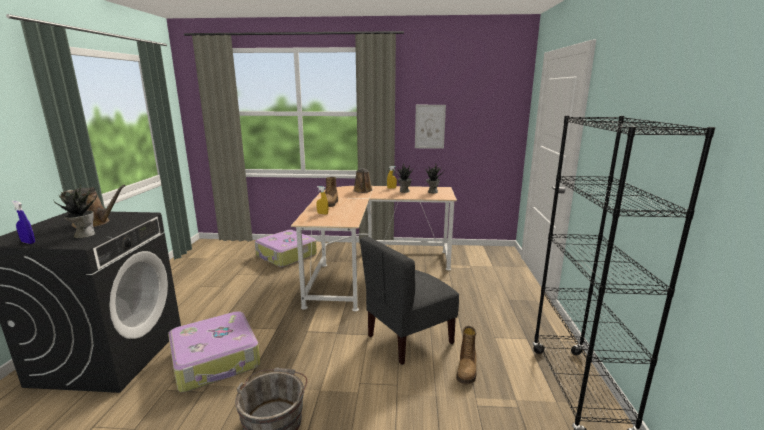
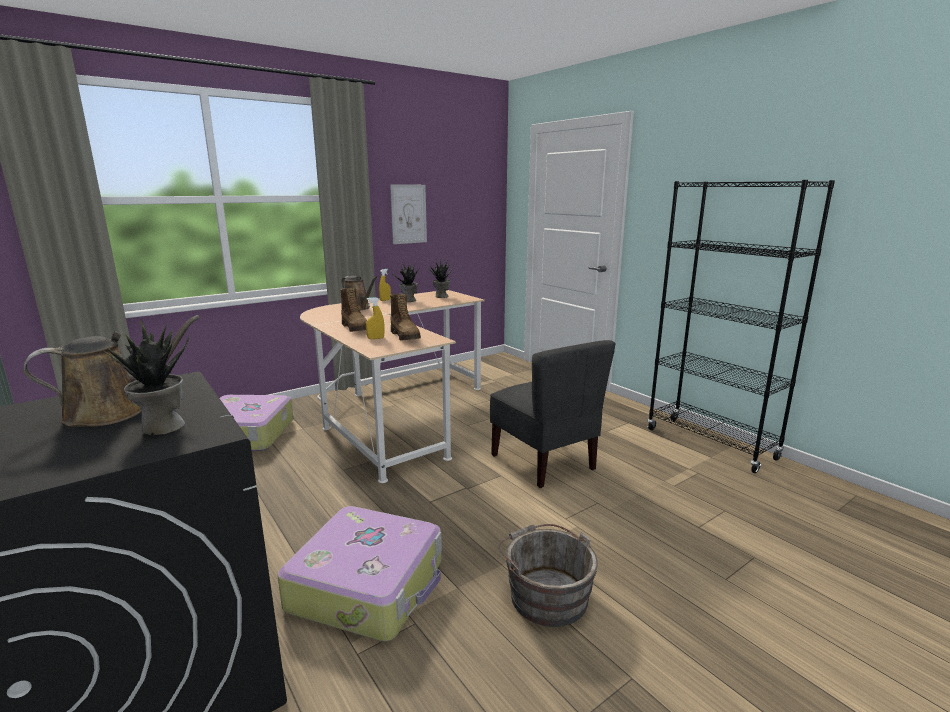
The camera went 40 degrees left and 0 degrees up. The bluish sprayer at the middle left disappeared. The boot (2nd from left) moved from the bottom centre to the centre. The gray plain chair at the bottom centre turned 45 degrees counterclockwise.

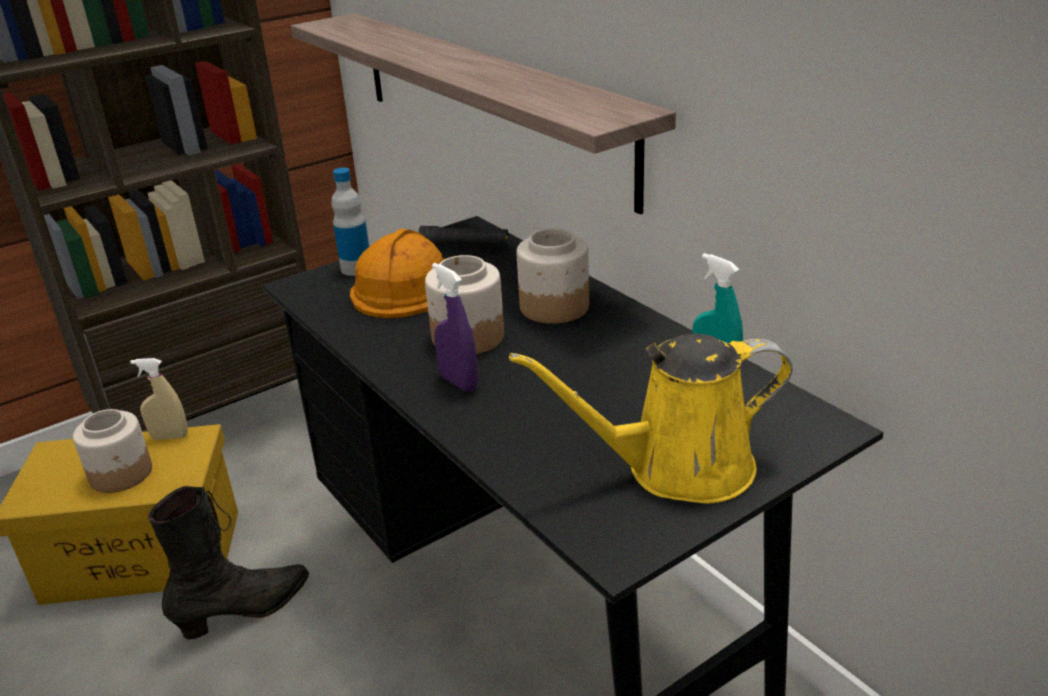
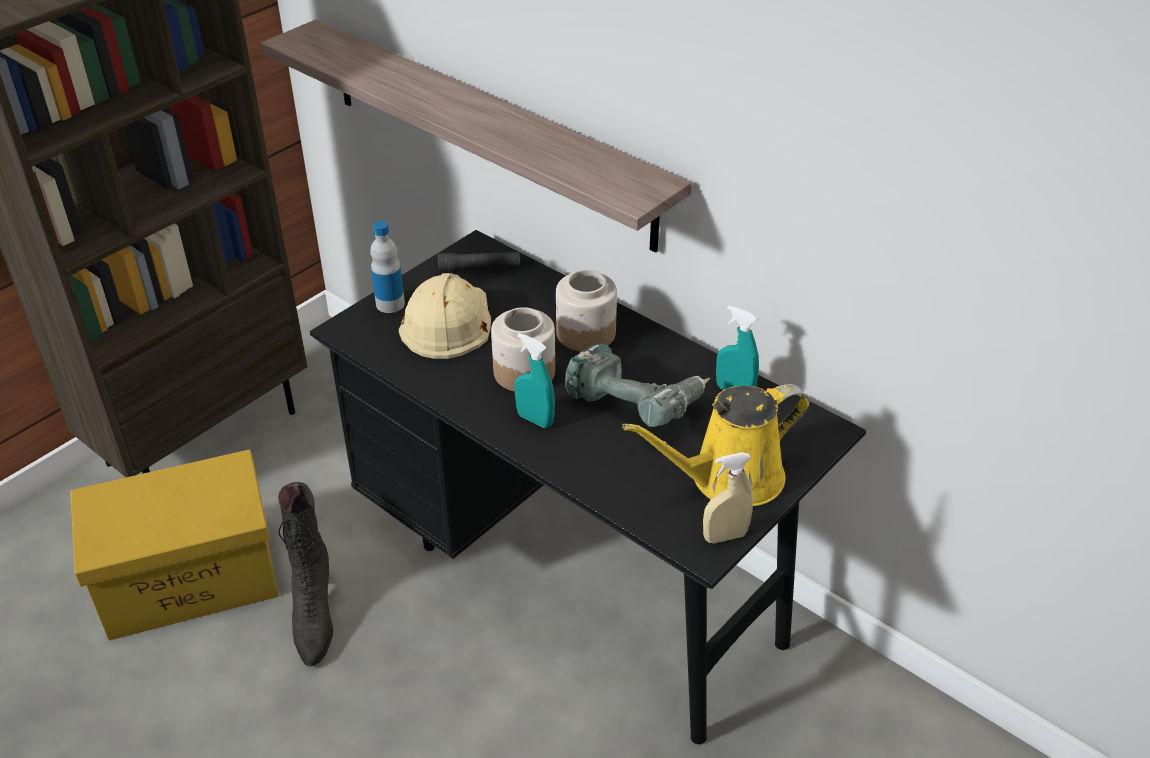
The camera went 15 degrees left and 10 degrees up. The preserve jar (1st from left) at the middle left disappeared. The drill at the centre appeared. The beige sprayer moved from the middle left to the centre. The orangey work helmet at the centre became the beige work helmet at the centre. The purple-coloured sprayer at the centre became the turquoise sprayer (1st from left) at the centre. The black boot at the bottom left turned 135 degrees clockwise.

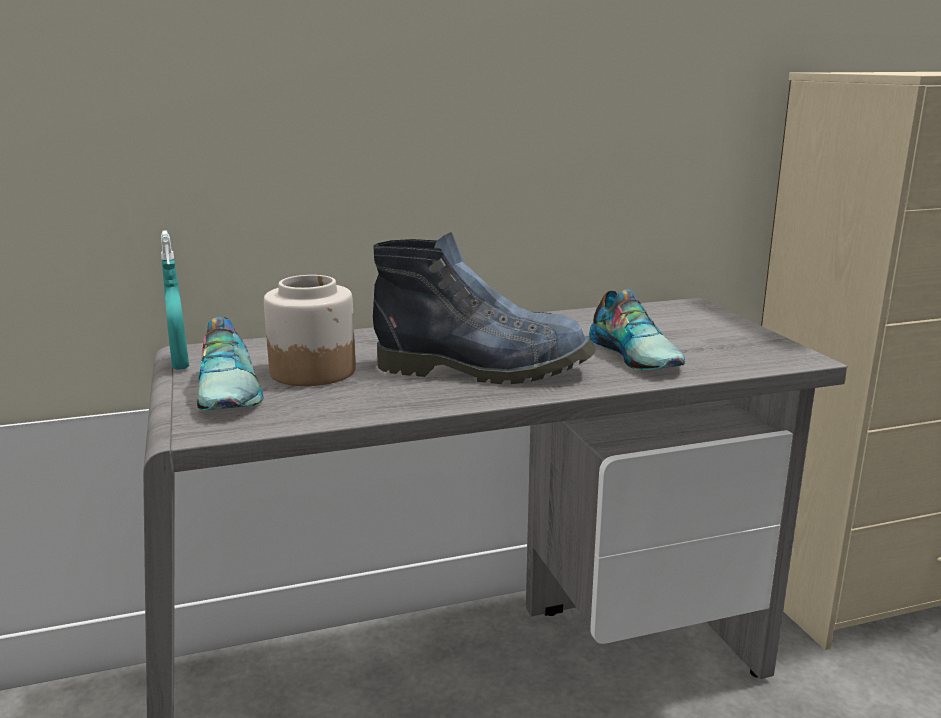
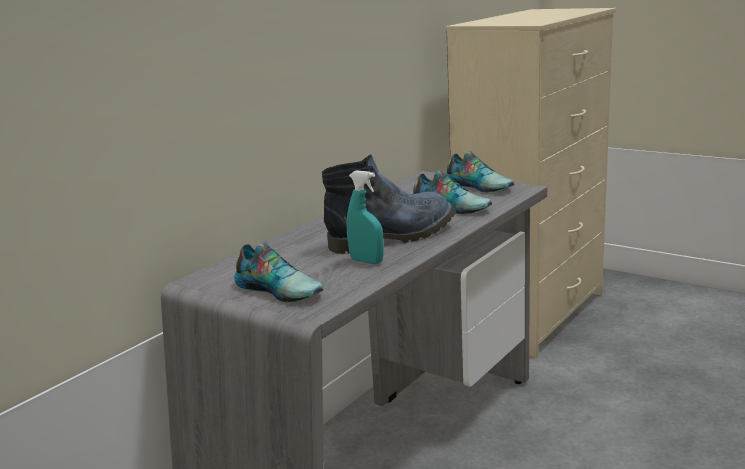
The camera went 35 degrees left and 0 degrees up. The preserve jar at the middle left disappeared. The shoe (3rd from left) at the centre appeared. The turquoise sprayer moved from the middle left to the centre.

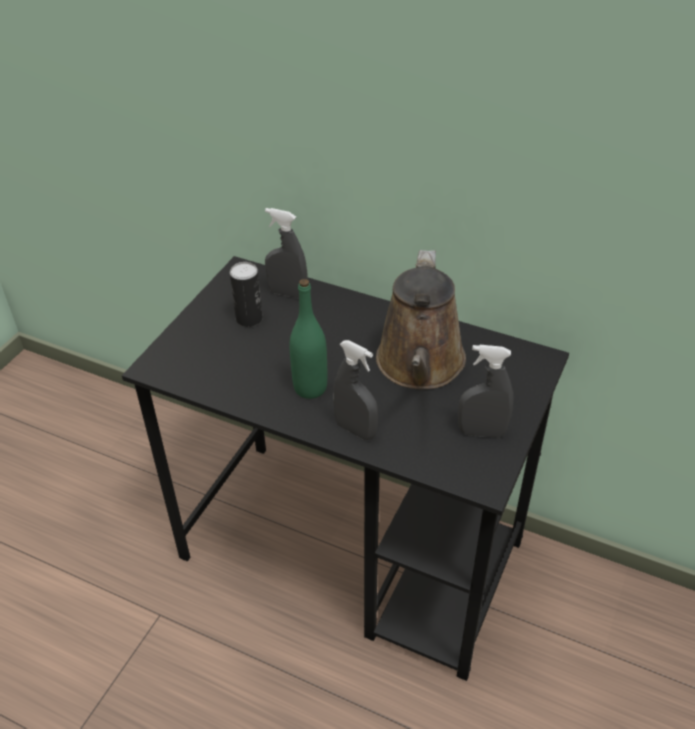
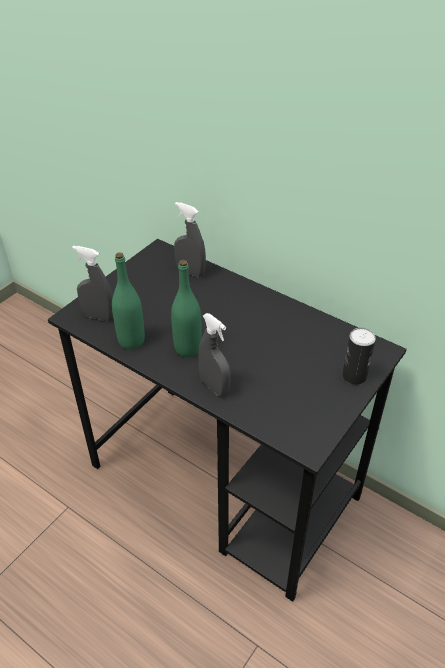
The camera went 10 degrees right and 0 degrees up. The brownish watering pot at the centre disappeared. The green drink bottle (1st from left) at the middle left appeared. The sealed can moved from the centre to the middle right. The gray sprayer (3rd from left in the first image) moved from the middle right to the middle left.

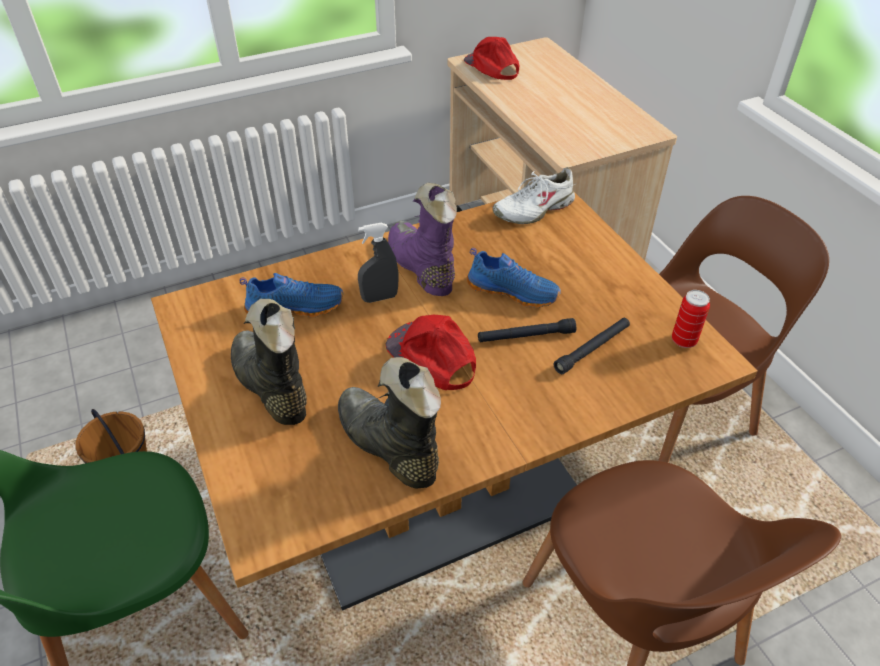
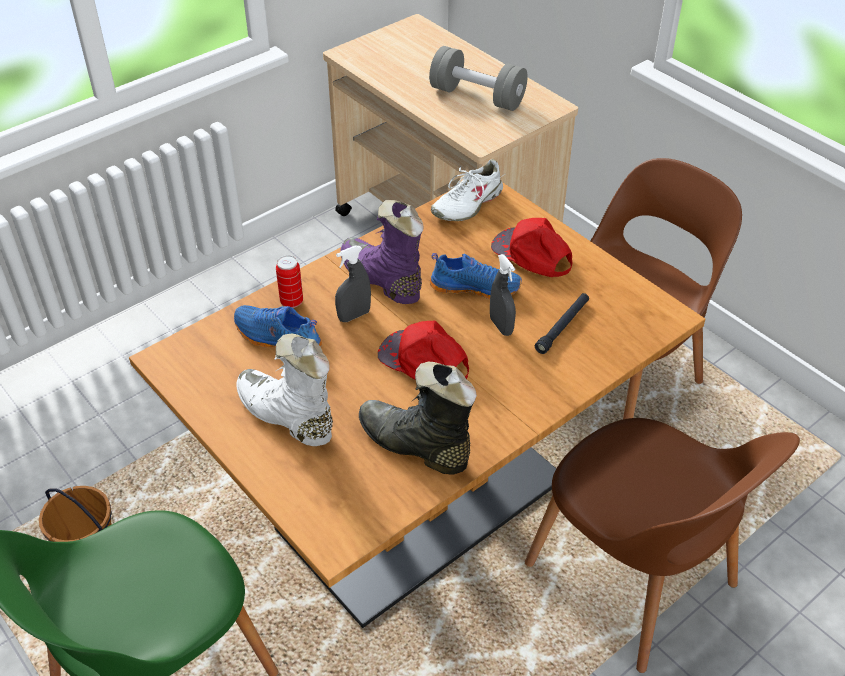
The camera went 15 degrees left and 0 degrees up. The gray dumbbell at the top centre appeared. The red-coloured baseball cap (2nd from left) moved from the top centre to the centre. The sealed can moved from the middle right to the centre. The black flashlight (1st from left) at the centre was replaced by the gray sprayer (2nd from left) at the centre. The black boot (1st from left) at the middle left became the white boot at the centre. The bluish shoe (1st from left) at the middle left turned 135 degrees counterclockwise.

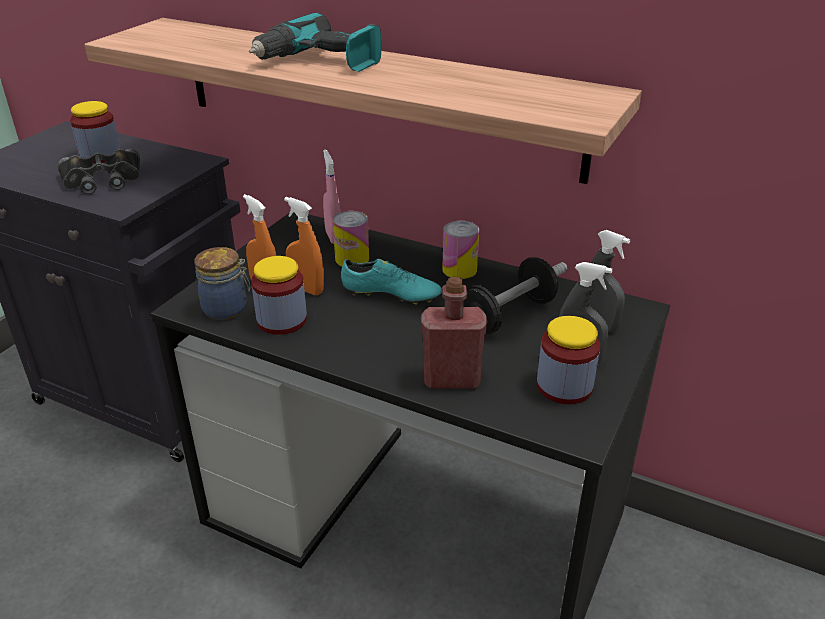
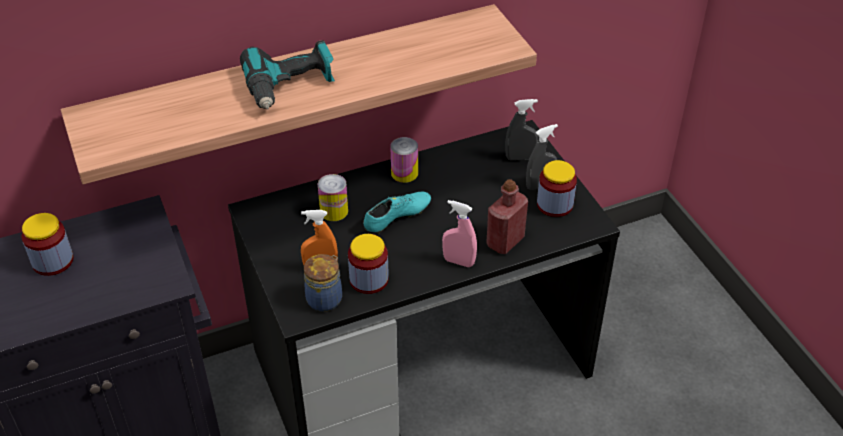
The camera went 50 degrees left and 10 degrees up. The black field glasses at the top left disappeared. The orangey sprayer (2nd from left) at the centre disappeared. The dumbbell at the centre disappeared. The pink sprayer moved from the top centre to the centre.

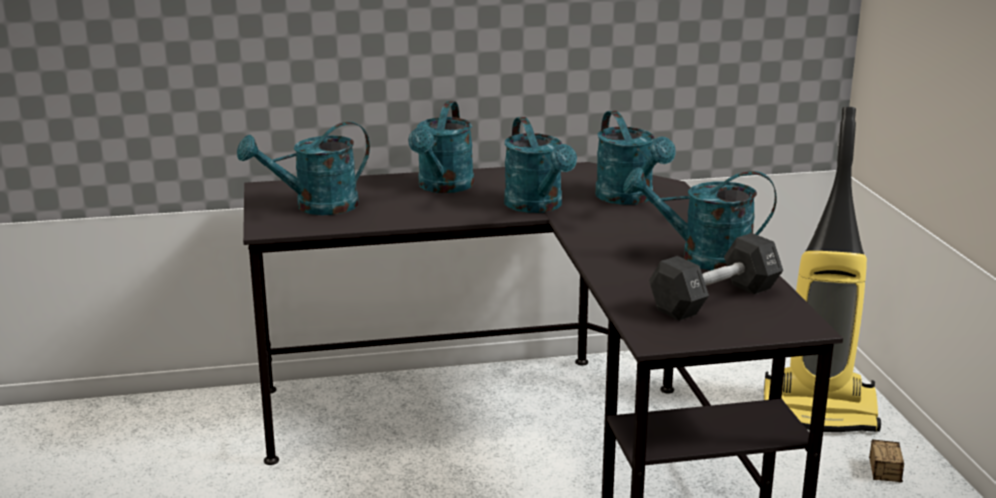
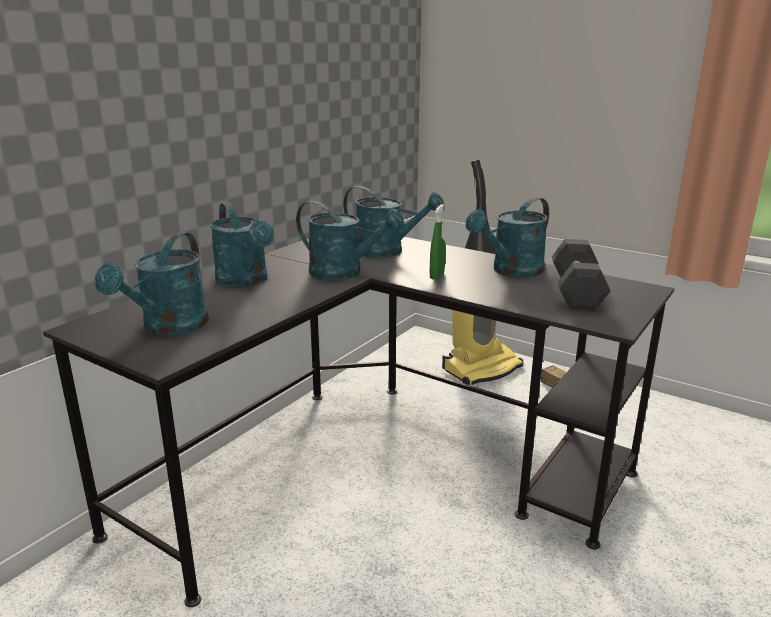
The camera went 45 degrees left and 0 degrees up. The green sprayer at the centre appeared.

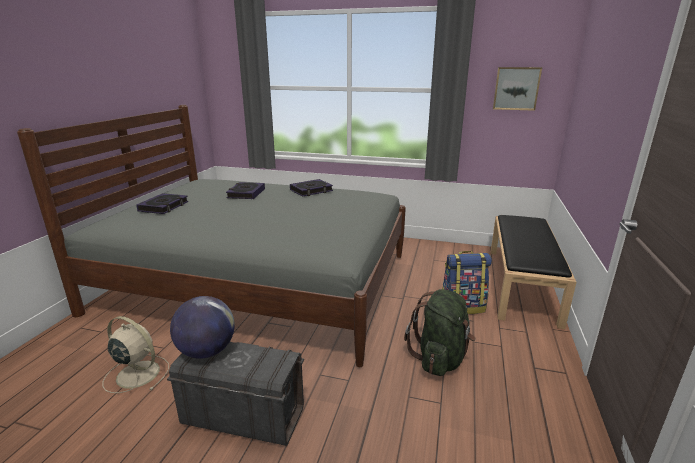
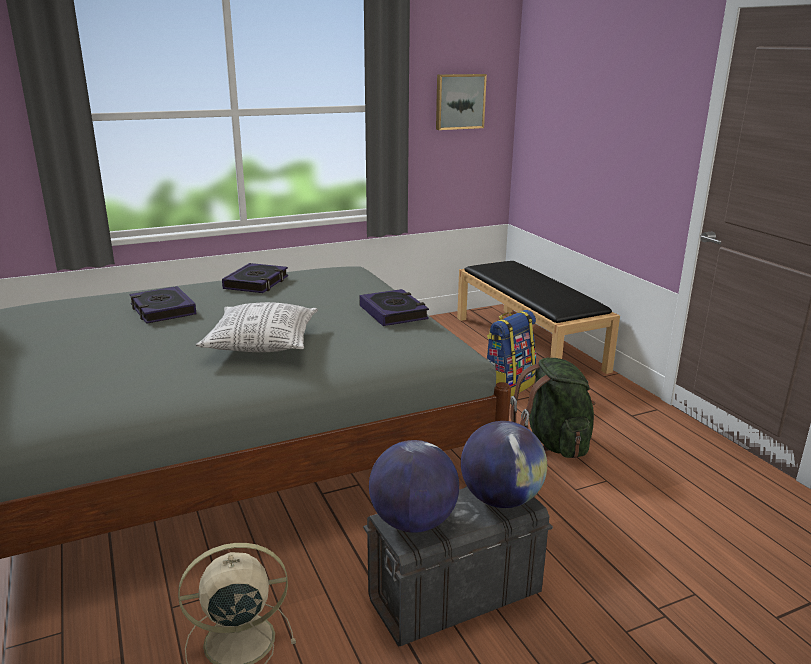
The camera went 40 degrees left and 0 degrees up. The pillow at the middle left appeared. The desk globe (2nd from left) at the bottom centre appeared. The bound book (1st from left in the first image) moved from the middle left to the centre.

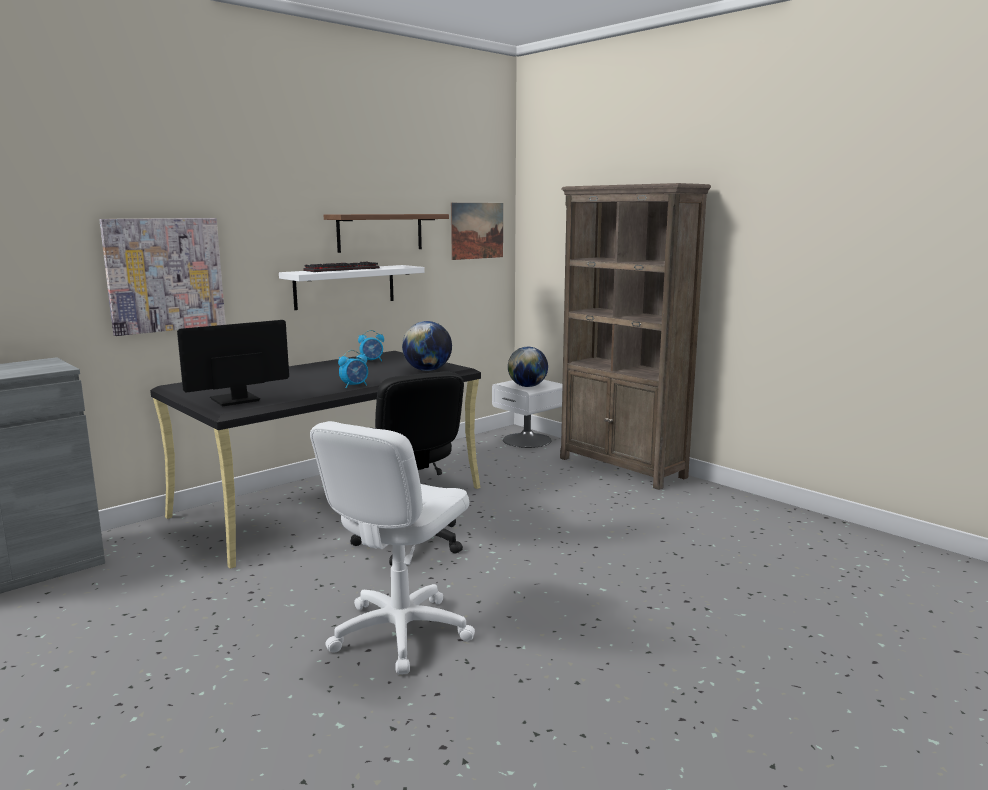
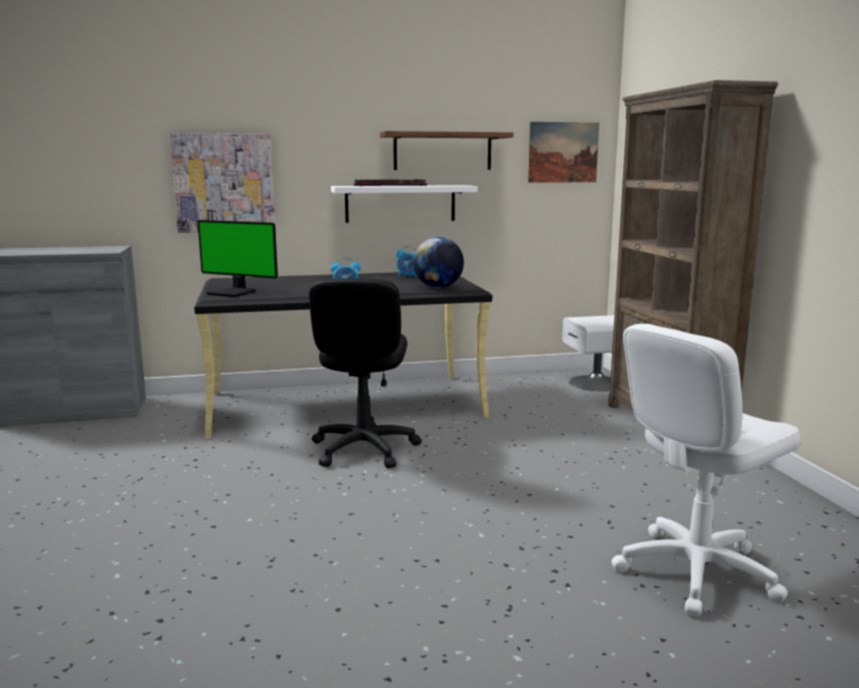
The camera went 30 degrees right and 0 degrees up. The desk globe (2nd from left) at the centre disappeared. The white computer chair moved from the bottom centre to the bottom right. The monitor at the middle left turned 150 degrees counterclockwise.

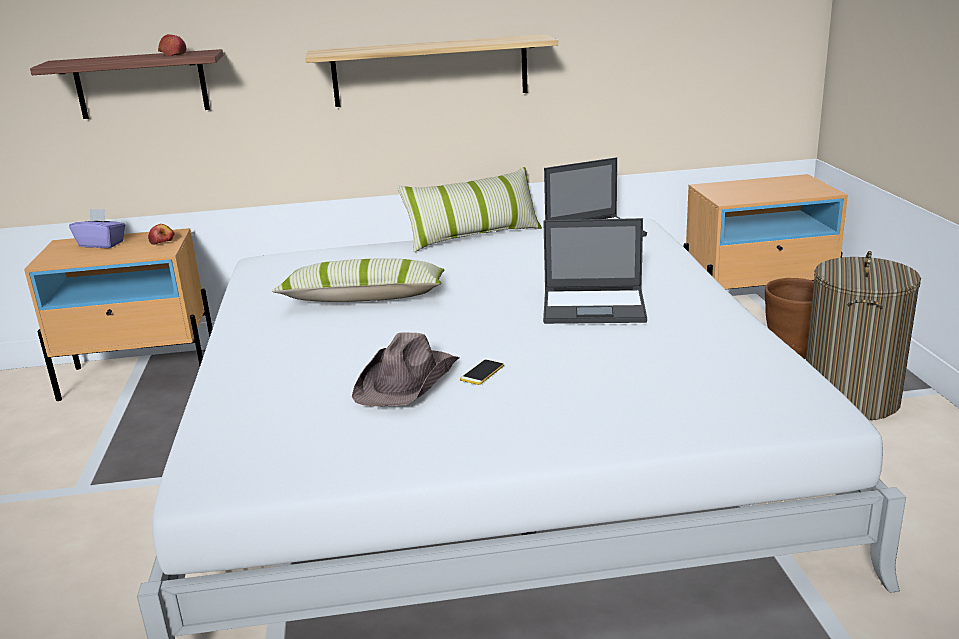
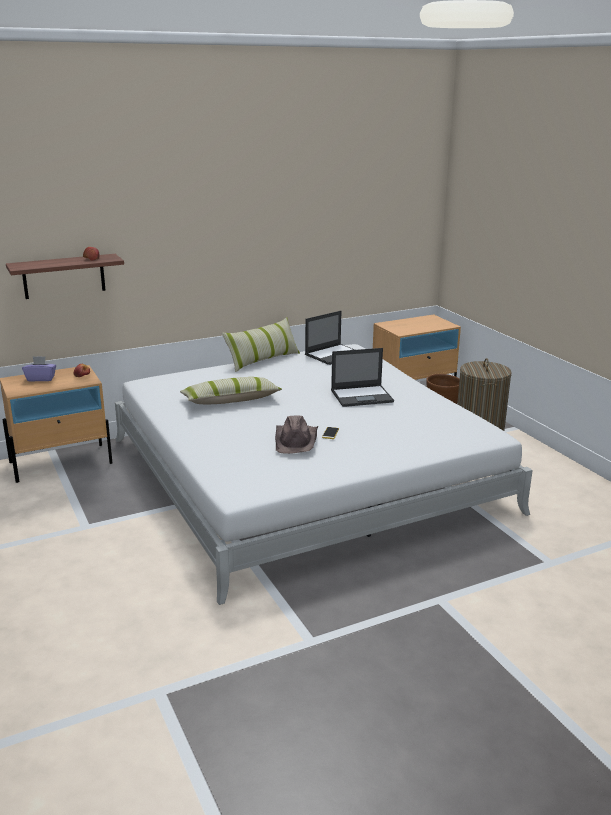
The camera went 20 degrees left and 0 degrees up. The wall shelf (2nd from left) at the top centre disappeared.

